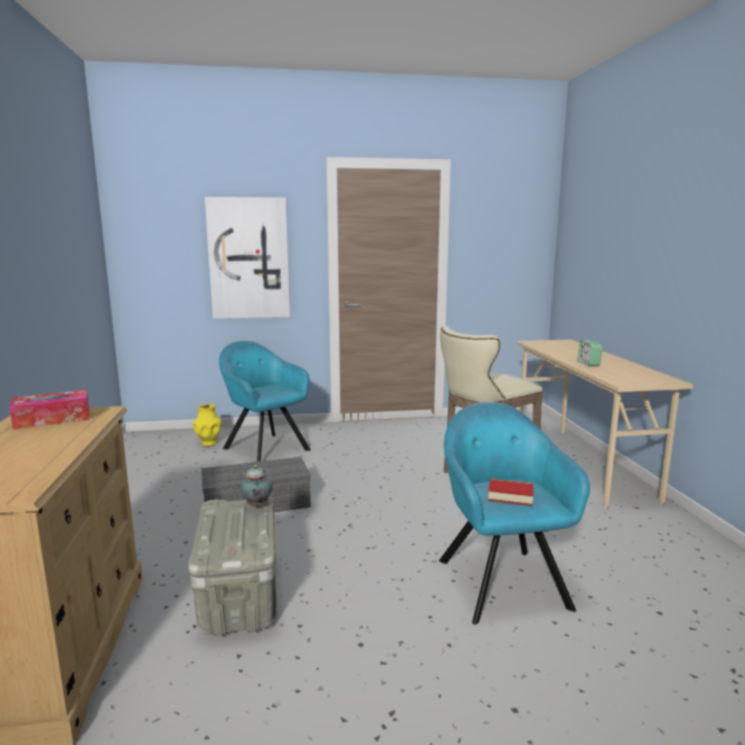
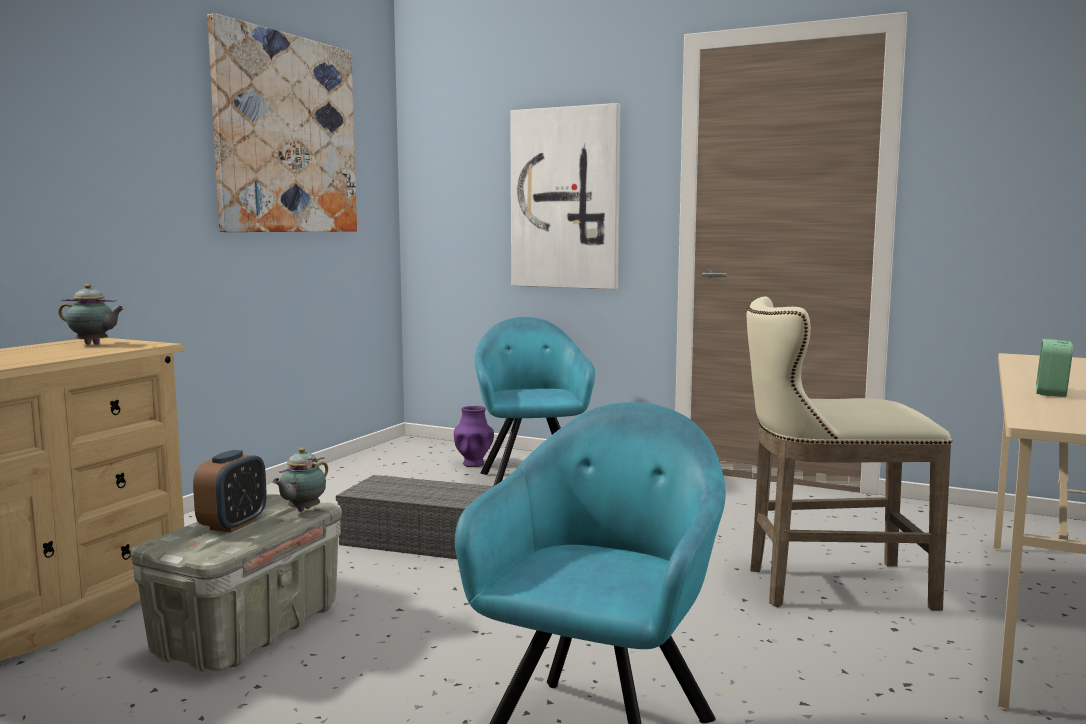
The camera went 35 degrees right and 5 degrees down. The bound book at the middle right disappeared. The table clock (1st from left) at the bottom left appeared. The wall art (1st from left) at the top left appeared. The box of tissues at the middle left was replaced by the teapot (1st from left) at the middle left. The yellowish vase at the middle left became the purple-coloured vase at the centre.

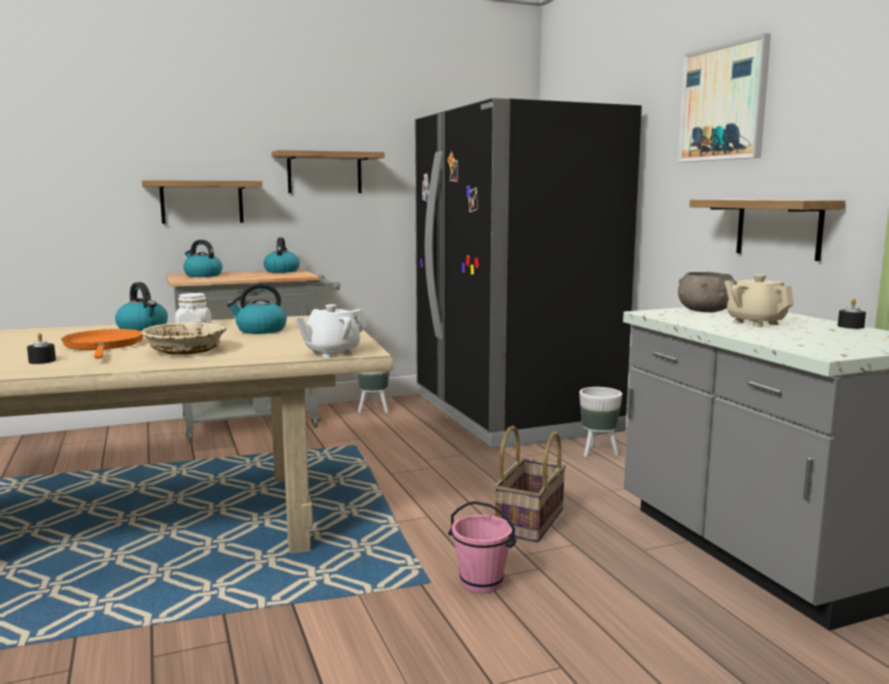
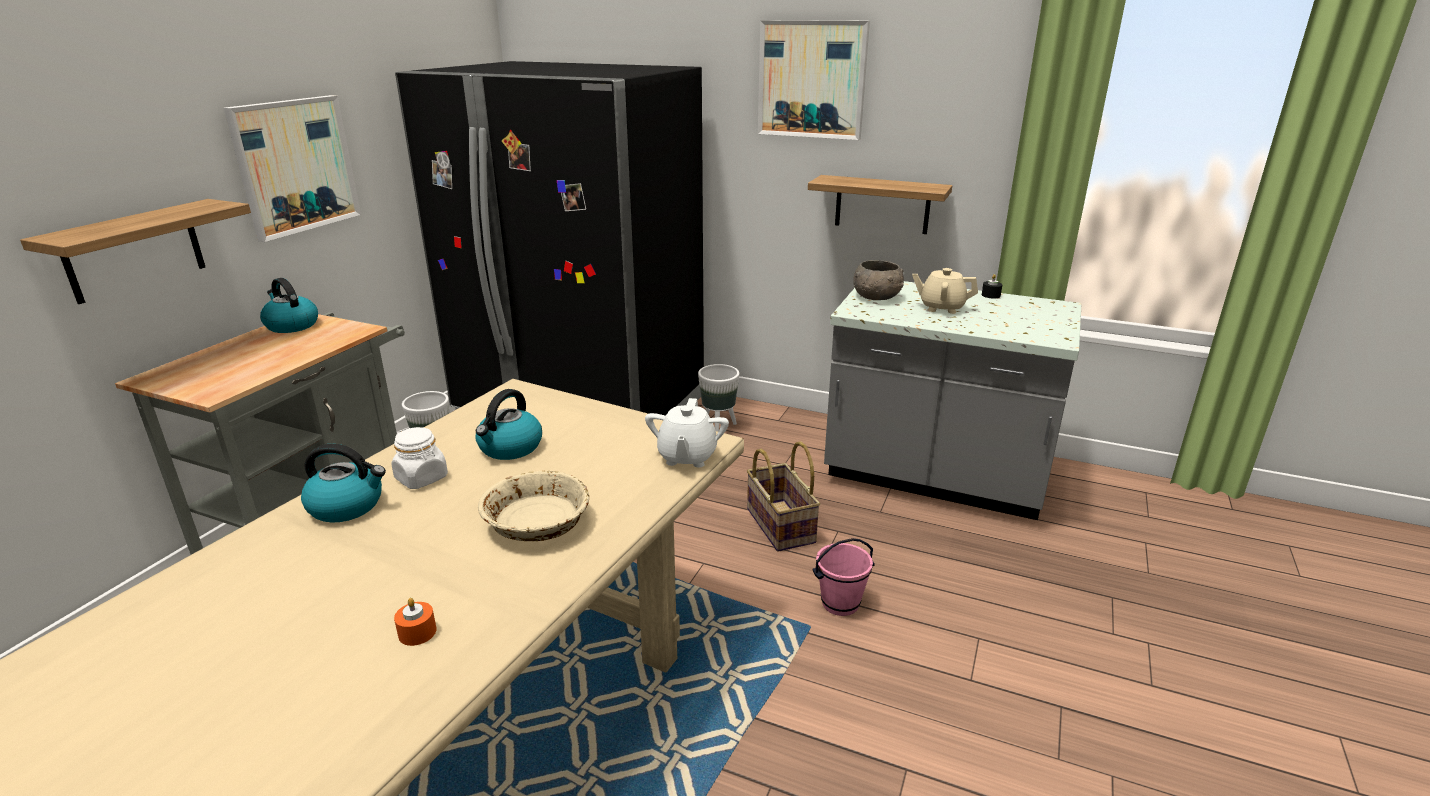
The camera went 45 degrees left and 15 degrees up. The orangey pan at the middle left disappeared. The tea kettle (2nd from left) at the middle left disappeared. The wall shelf (2nd from left) at the top centre was replaced by the wall art (1st from left) at the top left. The black wax light (1st from left) at the middle left became the orangey wax light at the bottom left.

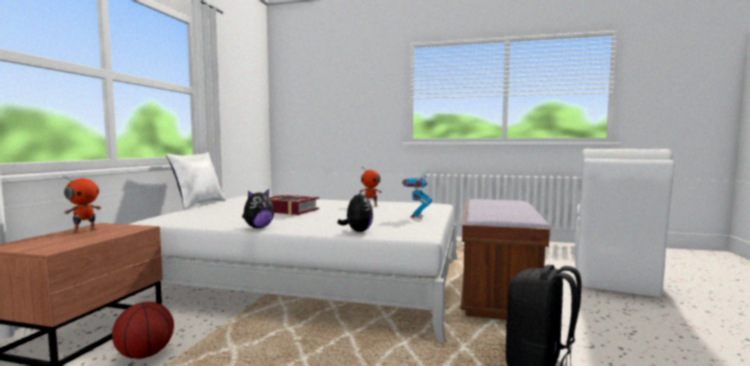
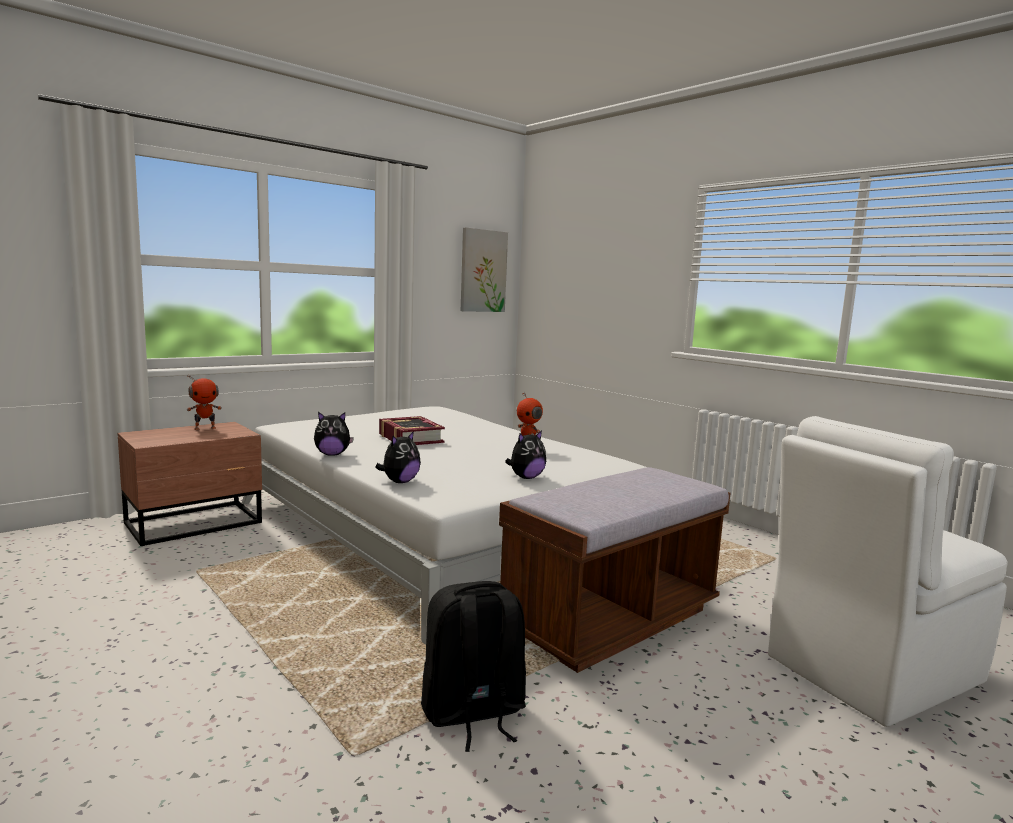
The camera went 35 degrees right and 5 degrees up. The basketball ball at the bottom left disappeared. The white pillow at the middle left disappeared. The wall art at the top centre appeared. The toy robot (3rd from left) at the centre was replaced by the cuddly toy (3rd from left) at the centre.

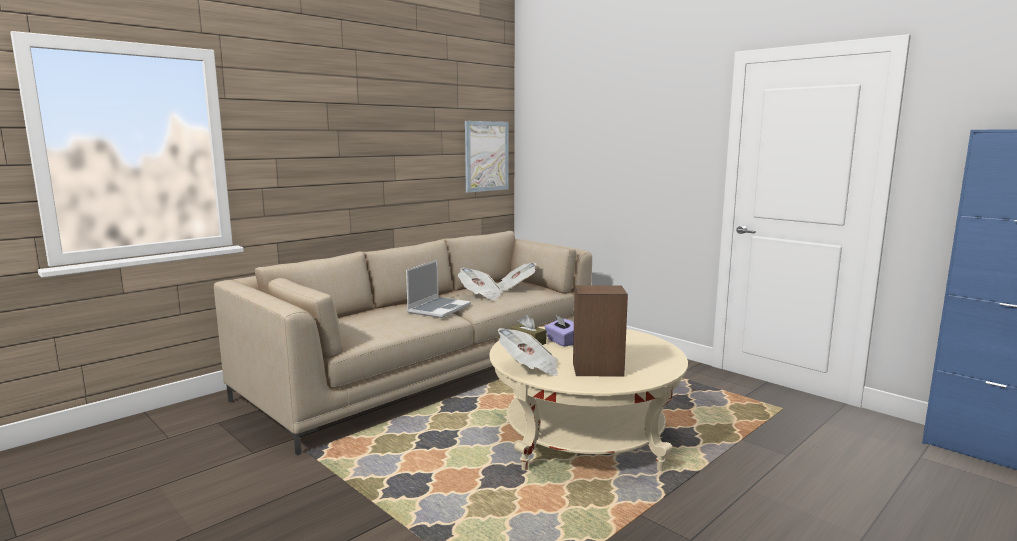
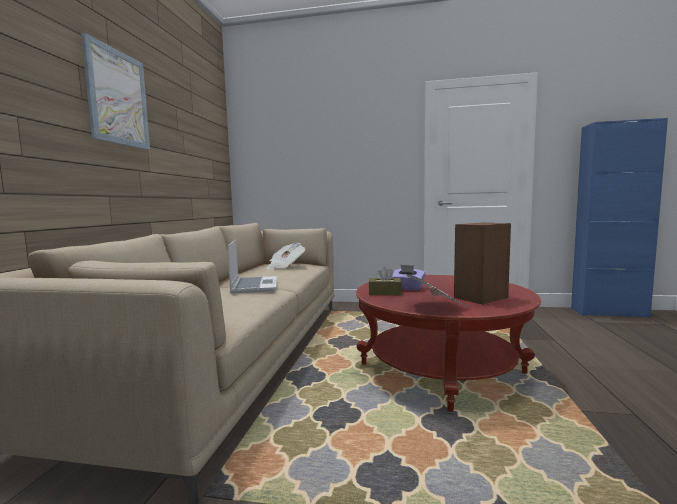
The camera went 35 degrees left and 5 degrees down. The daily paper (1st from left) at the centre disappeared. The wall art moved from the top centre to the top left. The beige low table at the bottom centre became the red-coloured low table at the bottom centre.

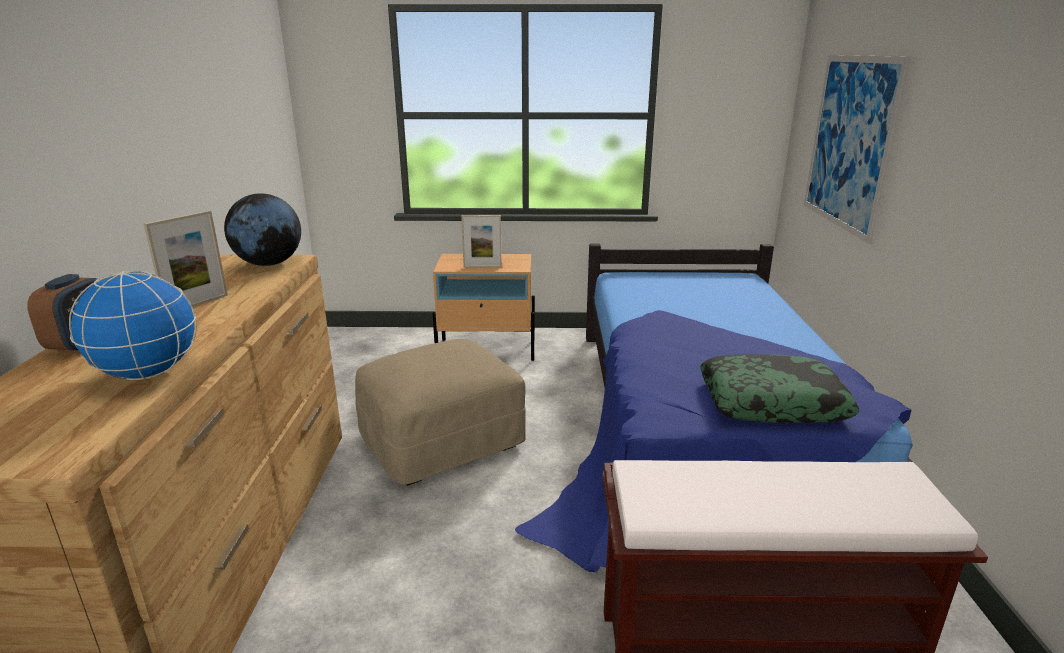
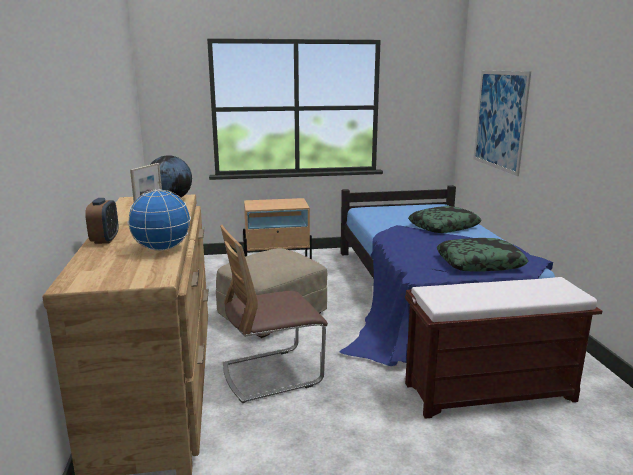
The camera went 10 degrees left and 5 degrees down. The picture frame (2nd from left) at the centre disappeared. The plain chair at the centre appeared. The pillow (1st from left) at the middle right appeared.

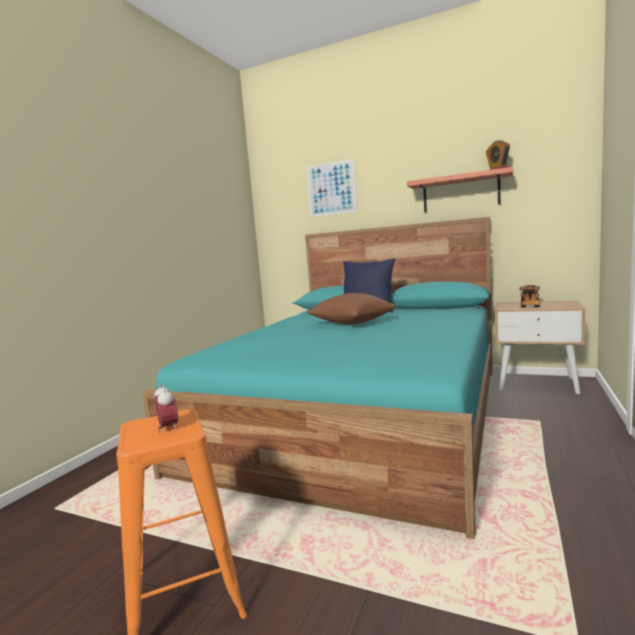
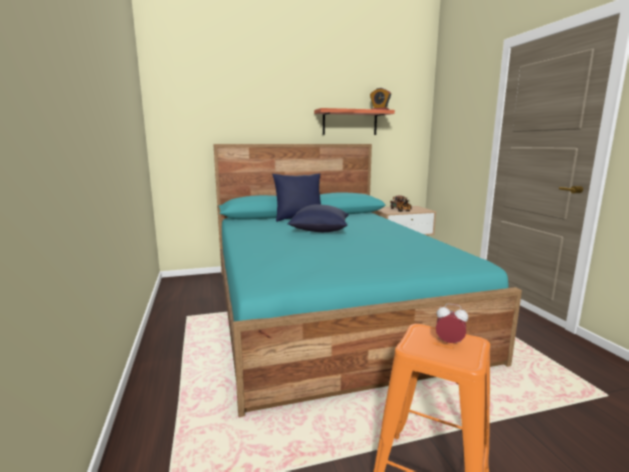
The camera went 40 degrees left and 5 degrees up. The wall art at the top centre disappeared. The brownish pillow at the centre became the bluish pillow (2nd from left) at the centre.

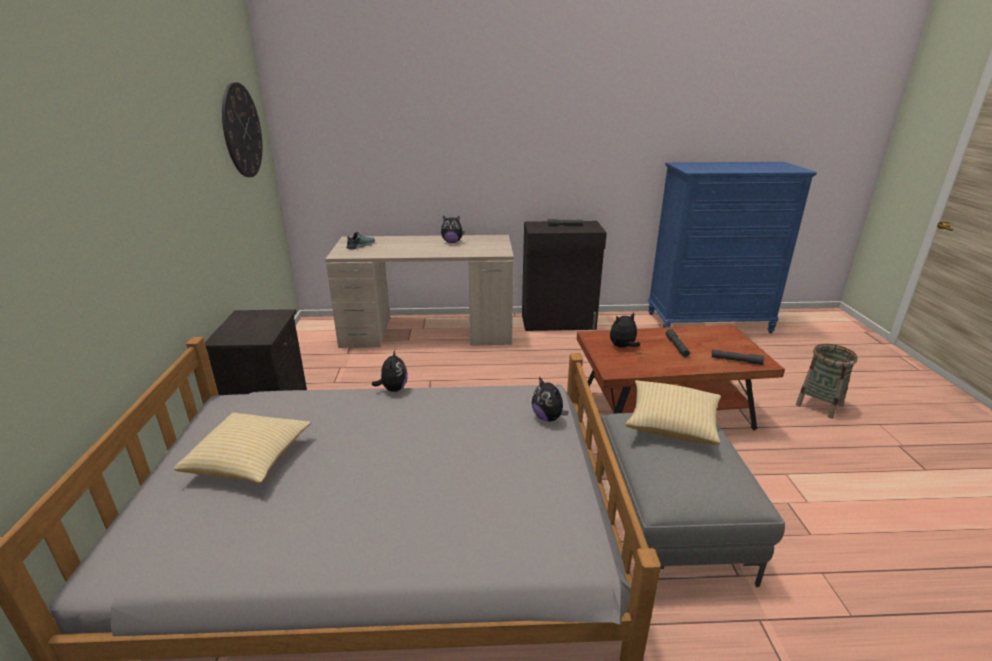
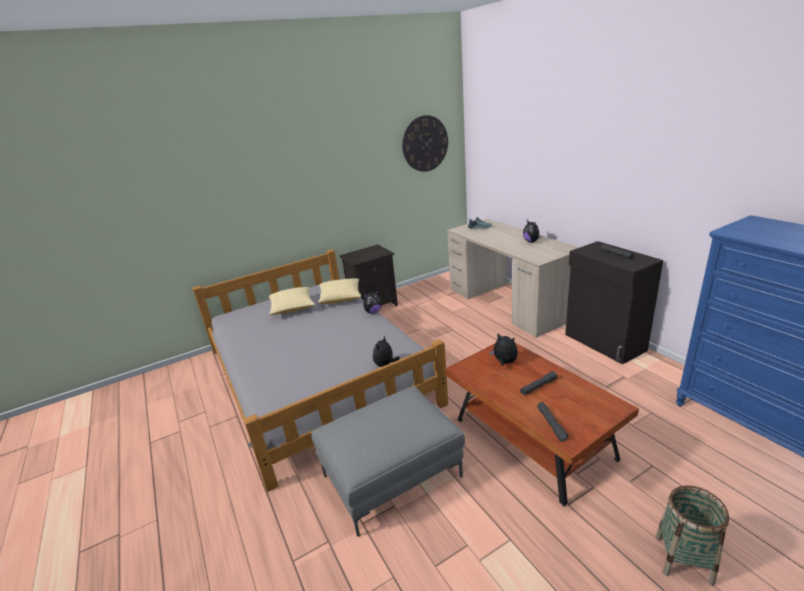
The camera went 65 degrees right and 0 degrees up. The pillow (2nd from left) moved from the middle right to the centre.

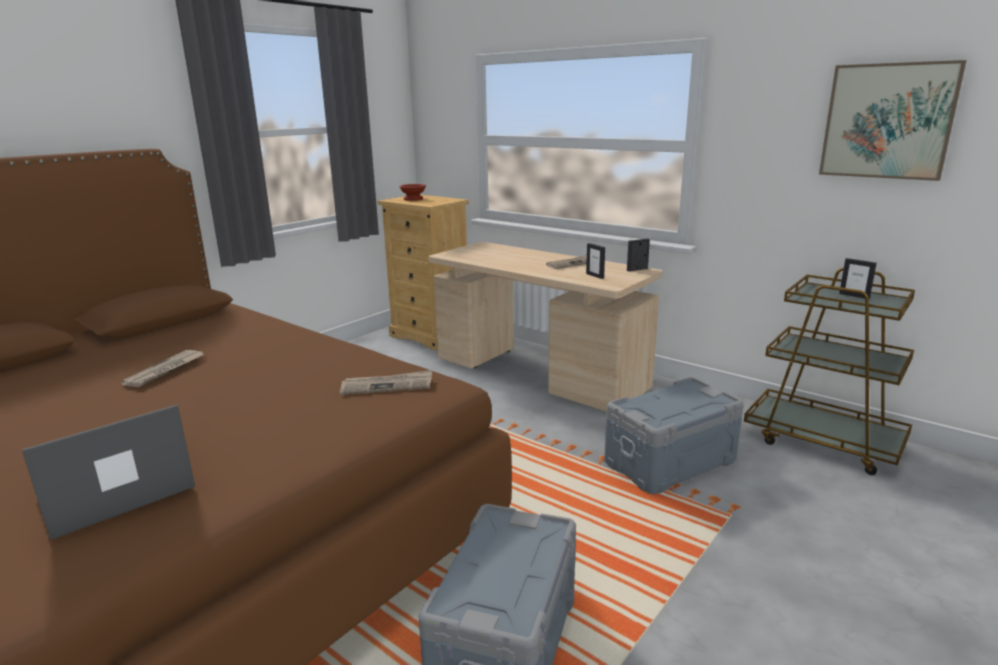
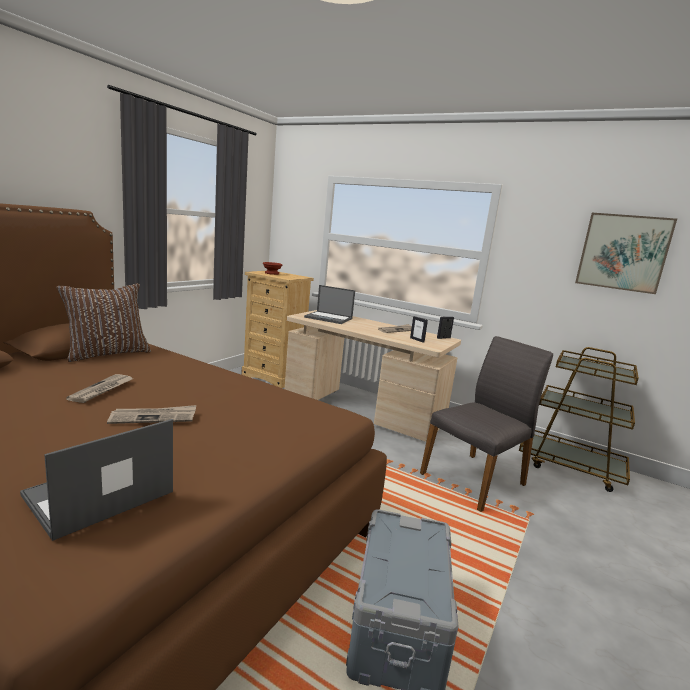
The camera went 10 degrees left and 5 degrees down. The picture frame (3rd from left) at the middle right disappeared. The brownish pillow at the middle left appeared. The notebook computer (2nd from left) at the centre appeared. The daily paper (2nd from left) moved from the centre to the middle left. The gray storage container (2nd from left) at the middle right was replaced by the gray plain chair at the middle right.

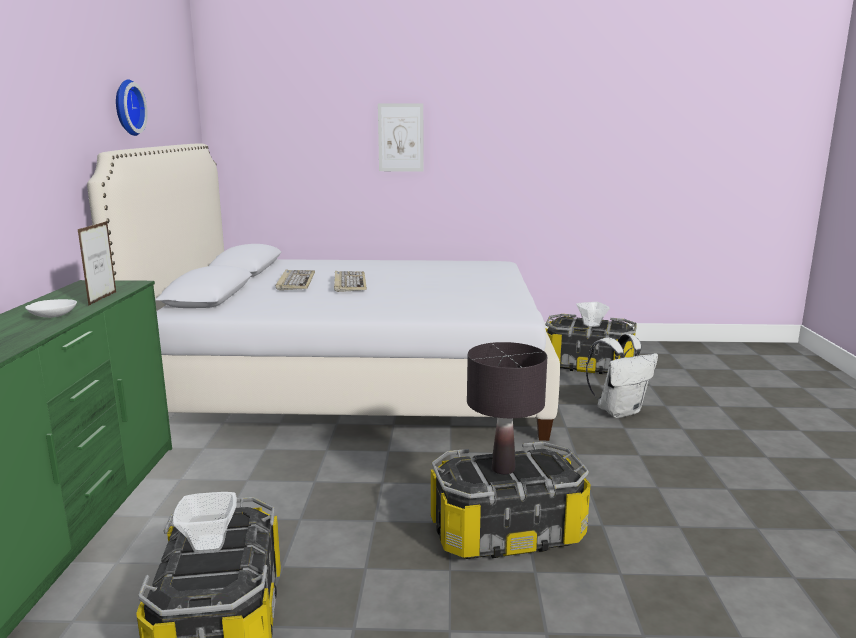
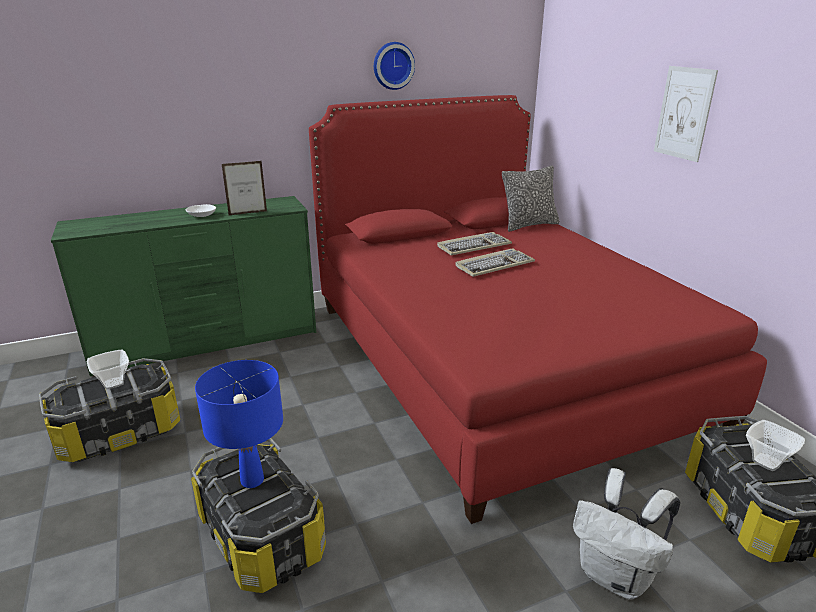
The camera went 65 degrees right and 10 degrees up. The pillow at the top centre appeared. The white bedroom bed at the centre became the red-coloured bedroom bed at the centre. The black tabletop lamp at the centre became the bluish tabletop lamp at the bottom left.

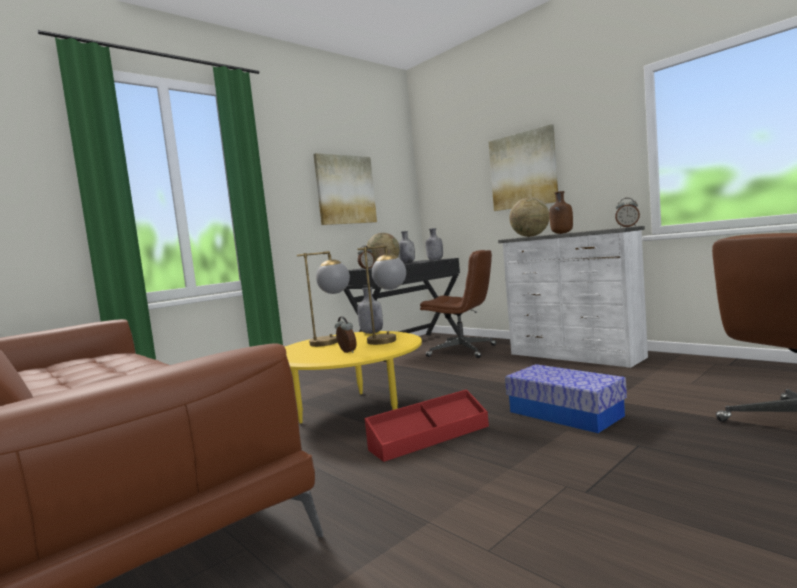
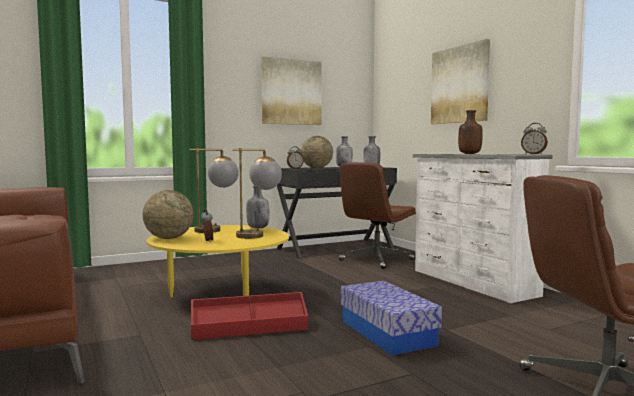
The camera went 15 degrees right and 0 degrees up. The desk globe (2nd from left in the first image) moved from the centre to the middle left. The brownish computer chair (1st from left) at the centre turned 90 degrees clockwise.

